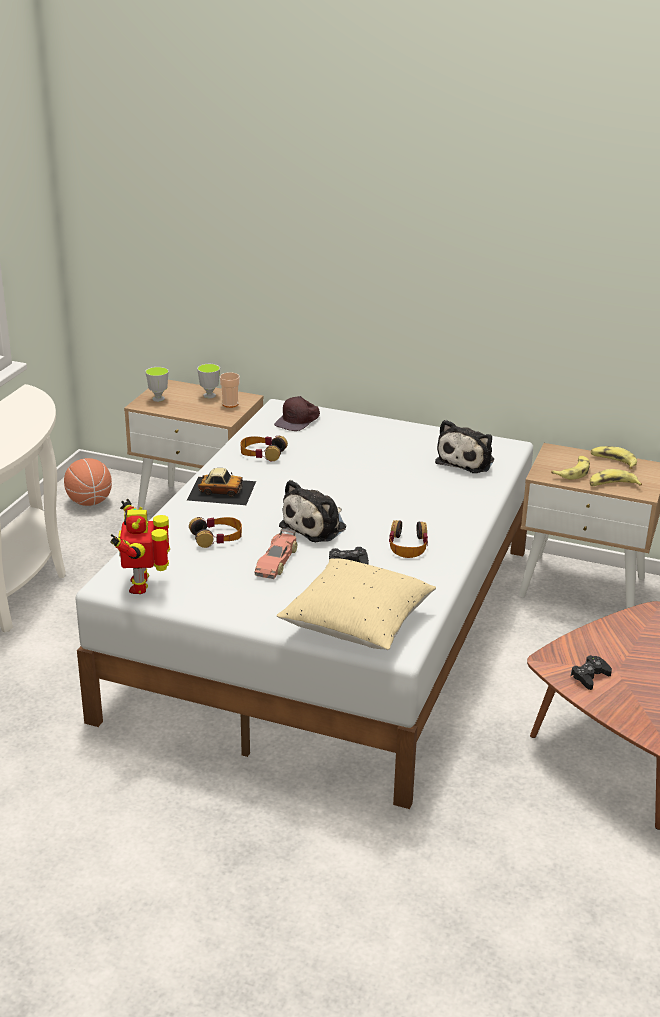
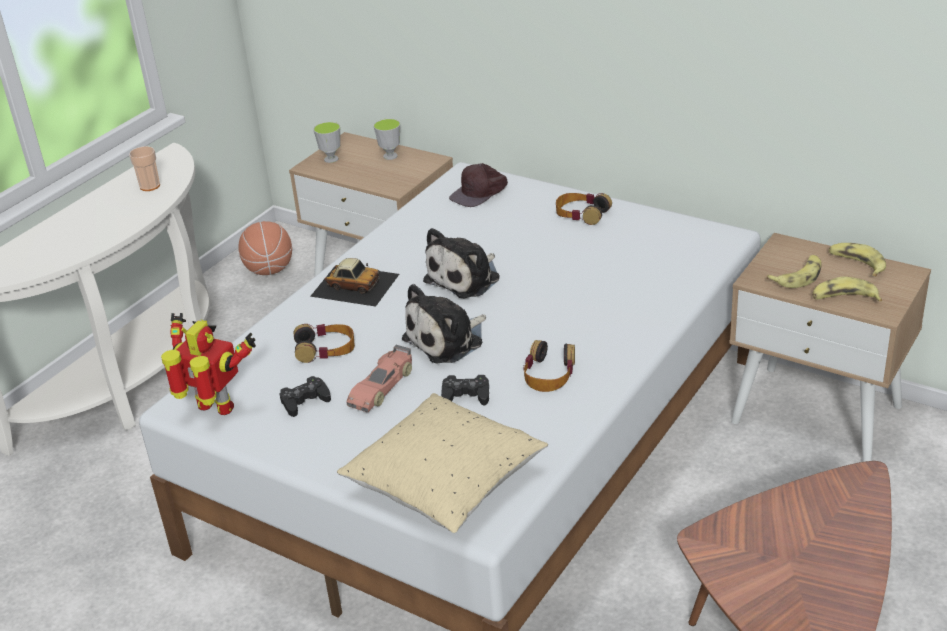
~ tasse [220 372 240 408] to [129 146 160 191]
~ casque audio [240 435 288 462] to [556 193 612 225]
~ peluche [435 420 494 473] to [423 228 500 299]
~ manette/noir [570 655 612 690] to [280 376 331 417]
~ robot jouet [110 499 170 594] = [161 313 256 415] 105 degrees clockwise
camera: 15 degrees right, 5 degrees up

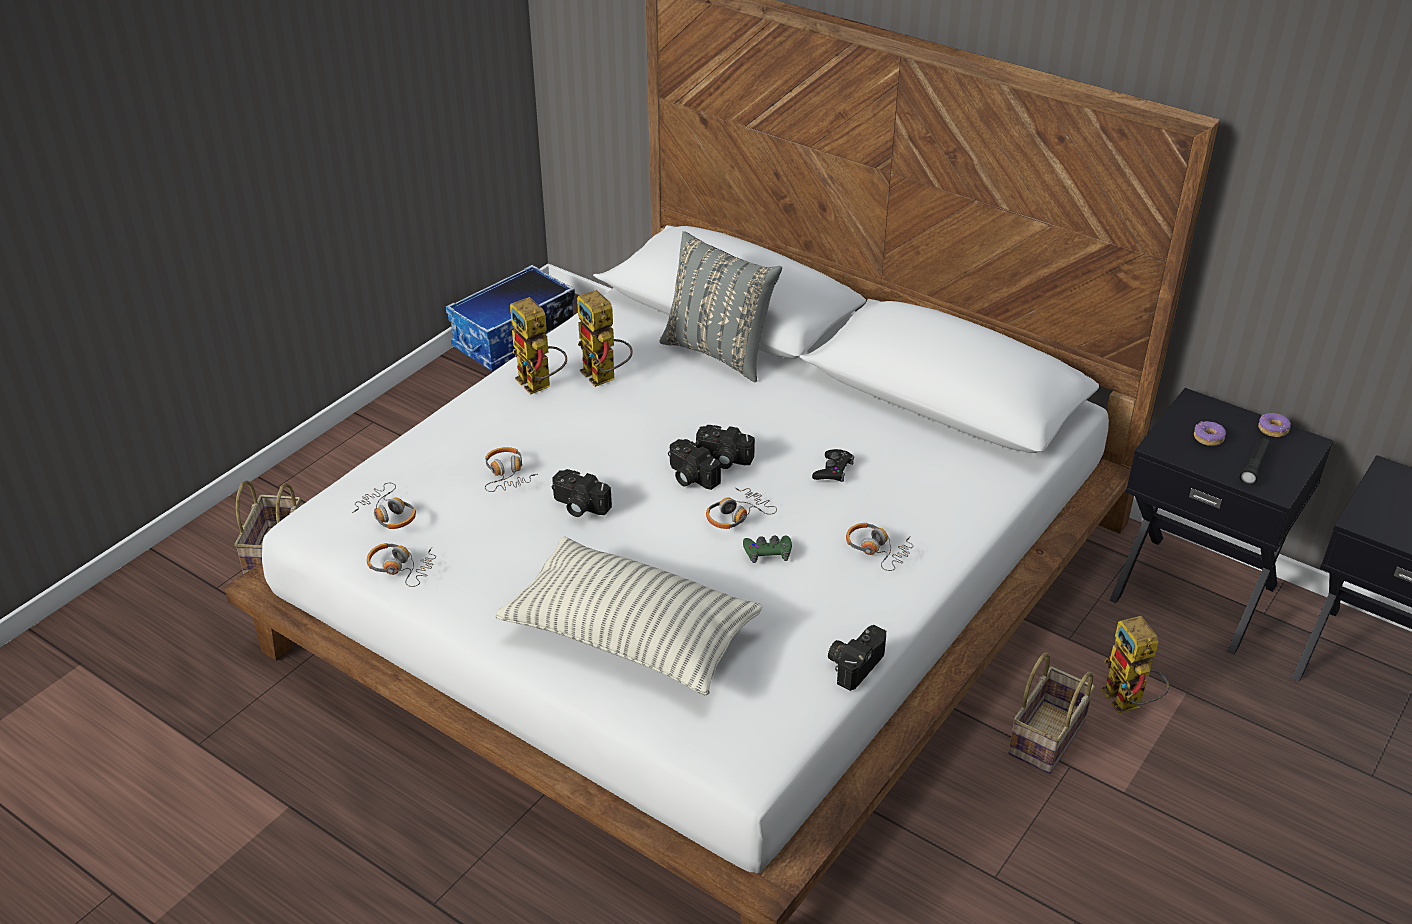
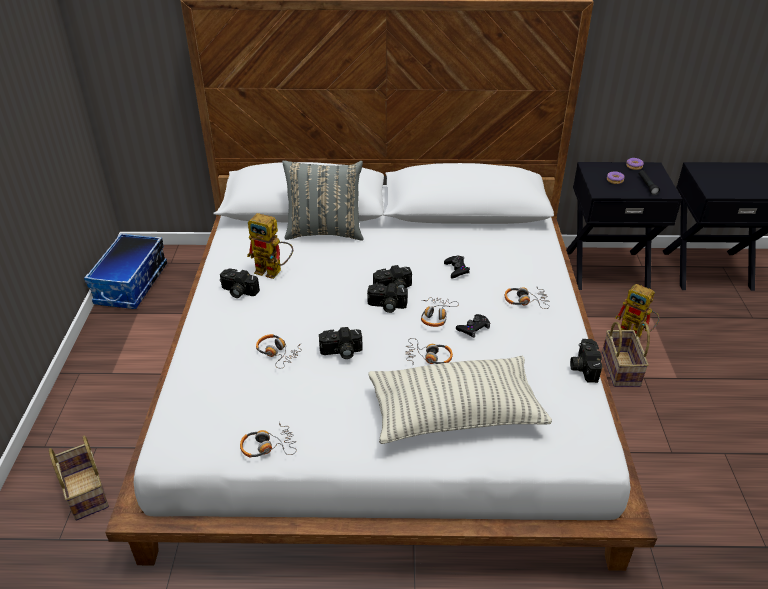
~ casque audio [352 483 416 529] to [406 338 453 364]
~ robot jouet [510 297 567 395] to appareil photo [220 268 260 298]
~ manette/vert [743 536 792 563] to manette/noir [456 314 491 338]
camera: 35 degrees left, 0 degrees up

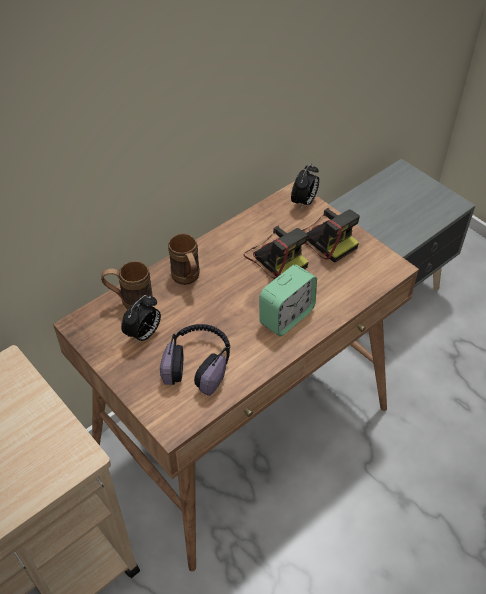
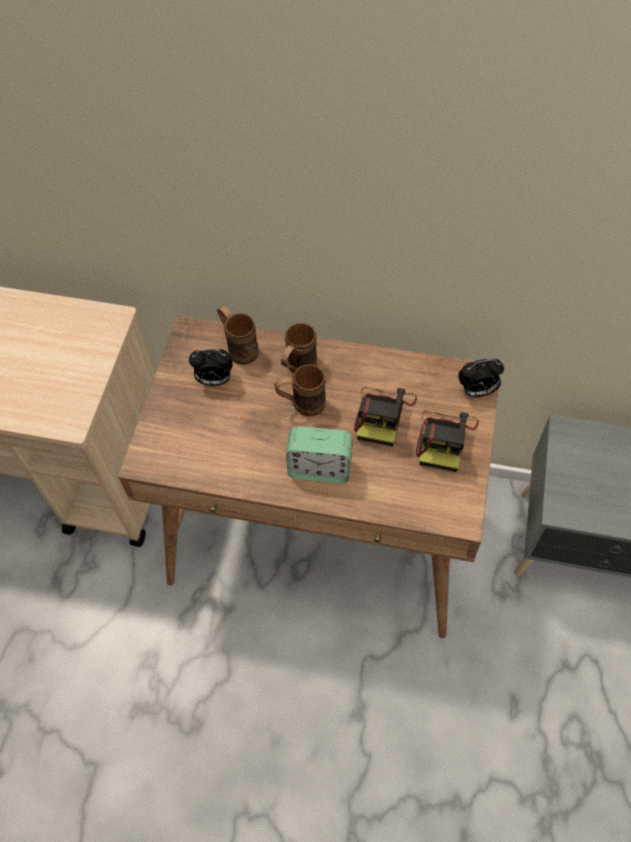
- casque audio [160 324 230 396]
+ mug/marron [275 364 326 416]
camera: 55 degrees right, 10 degrees up

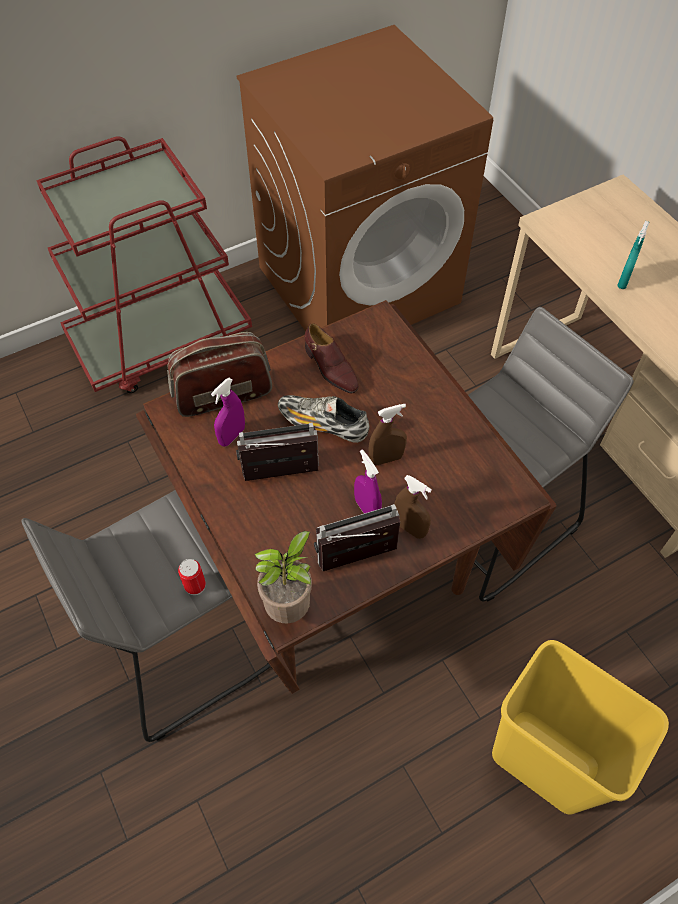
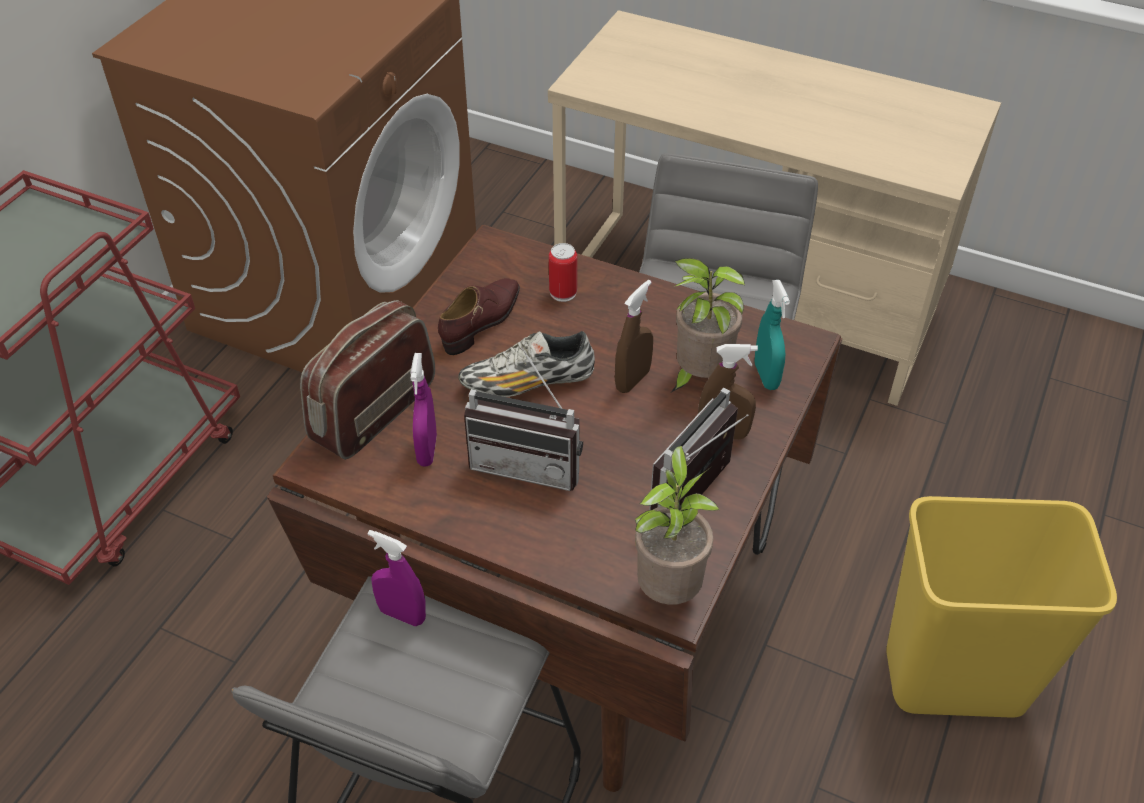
+ plante en pot [671 258 745 392]
~ boîte métallique [178 559 206 595] to [549 243 577 302]
~ vaporisateur/violet [354 450 382 513] to [368 530 426 626]
~ vaporisateur/turquoise [617 221 649 289] to [754 280 790 390]
~ radio [236 423 319 481] = [464 348 583 491] 120 degrees counterclockwise
~ chaussure/marron [305 323 359 393] = [438 278 520 355] 75 degrees counterclockwise
camera: 35 degrees left, 10 degrees down

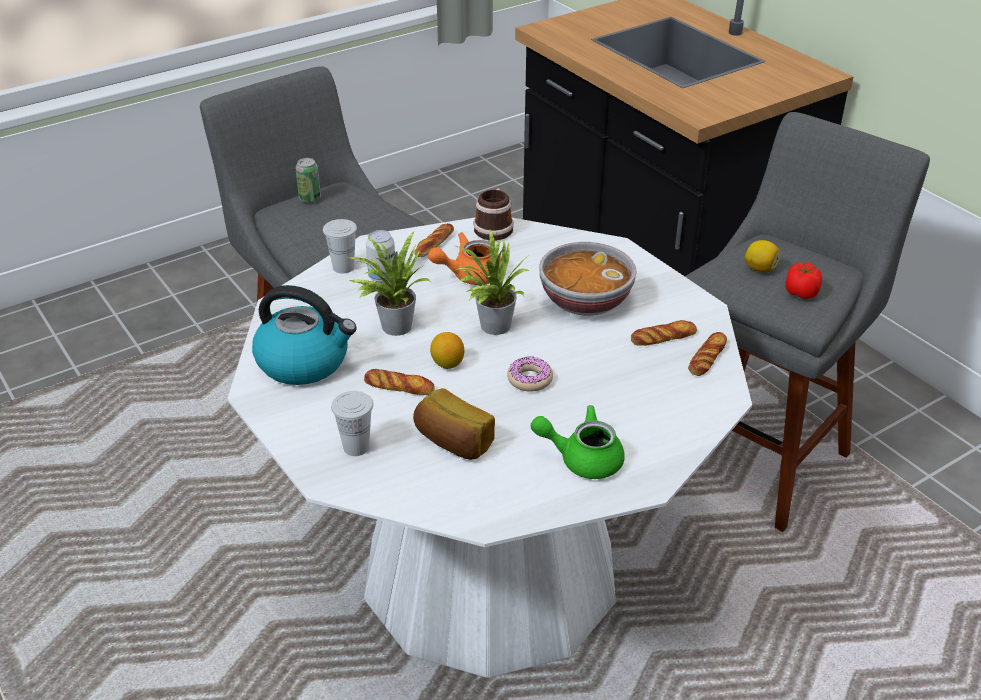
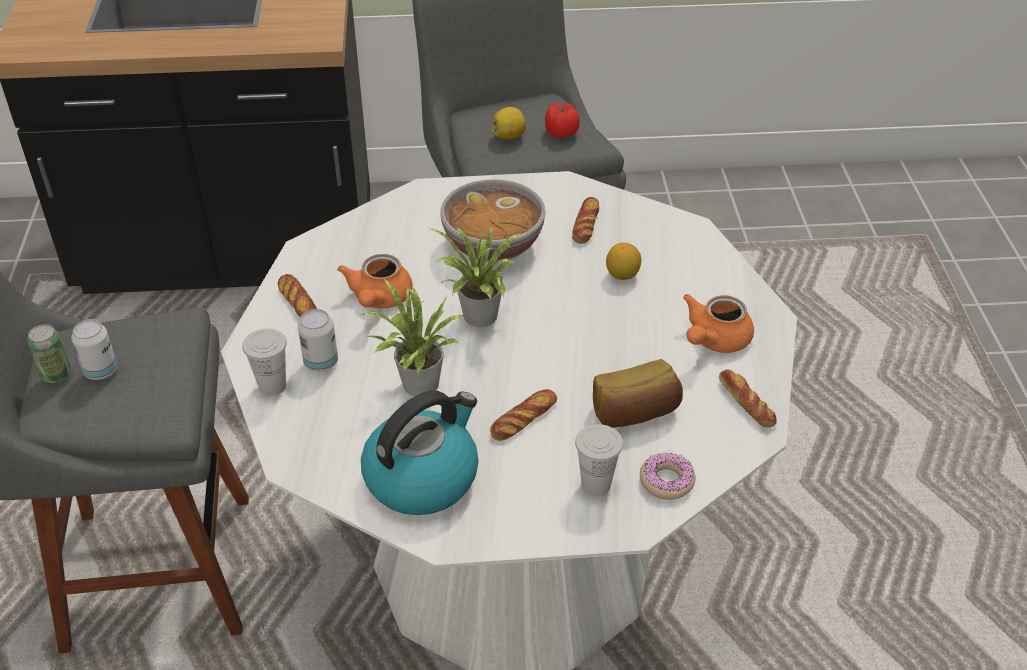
- mug [473 189 514 241]
+ boîte métallique [71 319 117 380]
~ citron [430 332 464 369] to [606 243 641 280]
~ beignet [507 356 553 392] to [640 452 695 500]
~ pain [688 332 727 376] to [719 369 777 428]
~ théière/vert [531 405 625 479] to théière/orange [683 294 754 353]
camera: 60 degrees left, 5 degrees up

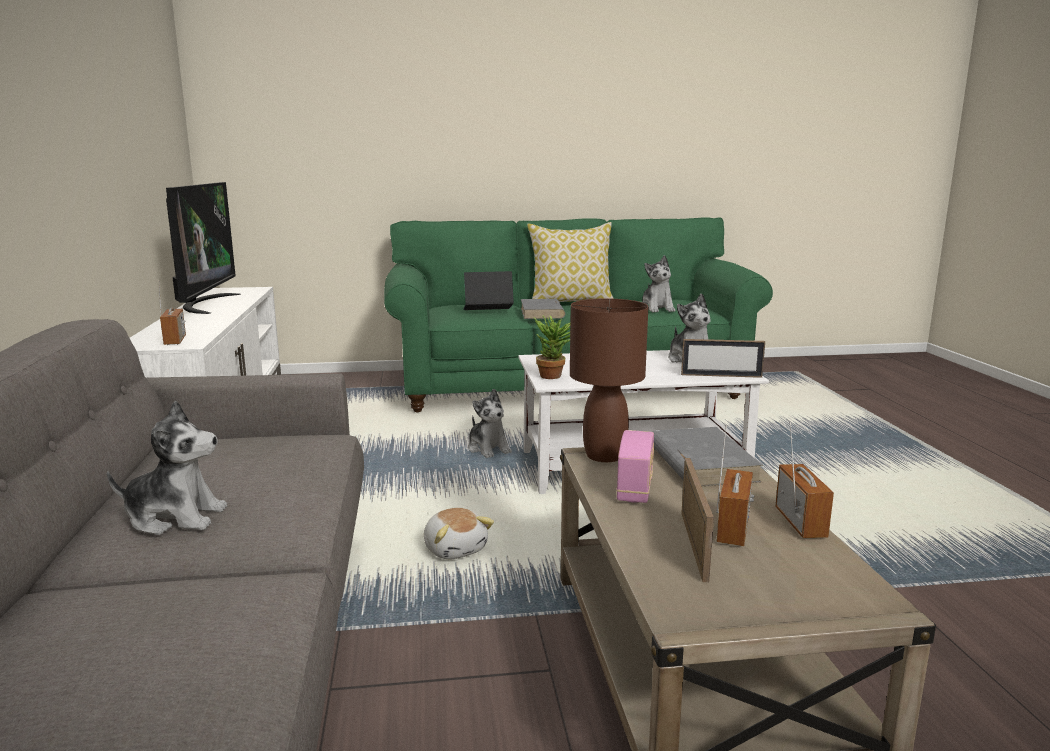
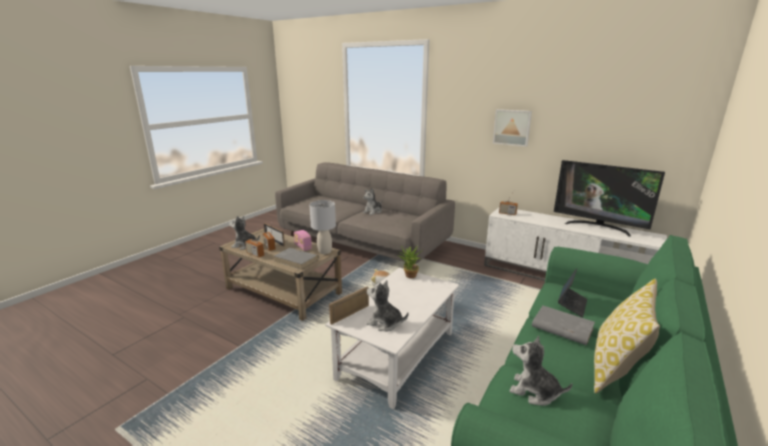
+ tableau [493 109 532 147]
~ peluche [468 389 512 458] to [229 216 260 250]
~ lampe de table/marron [570 298 648 462] to lampe de table/gris [309 200 336 254]
camera: 130 degrees right, 5 degrees up

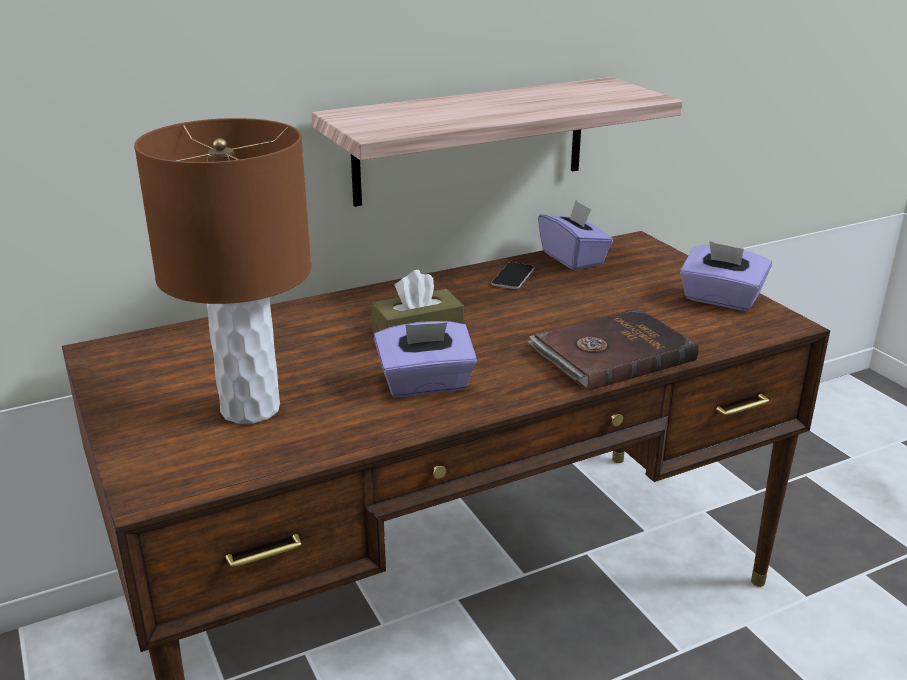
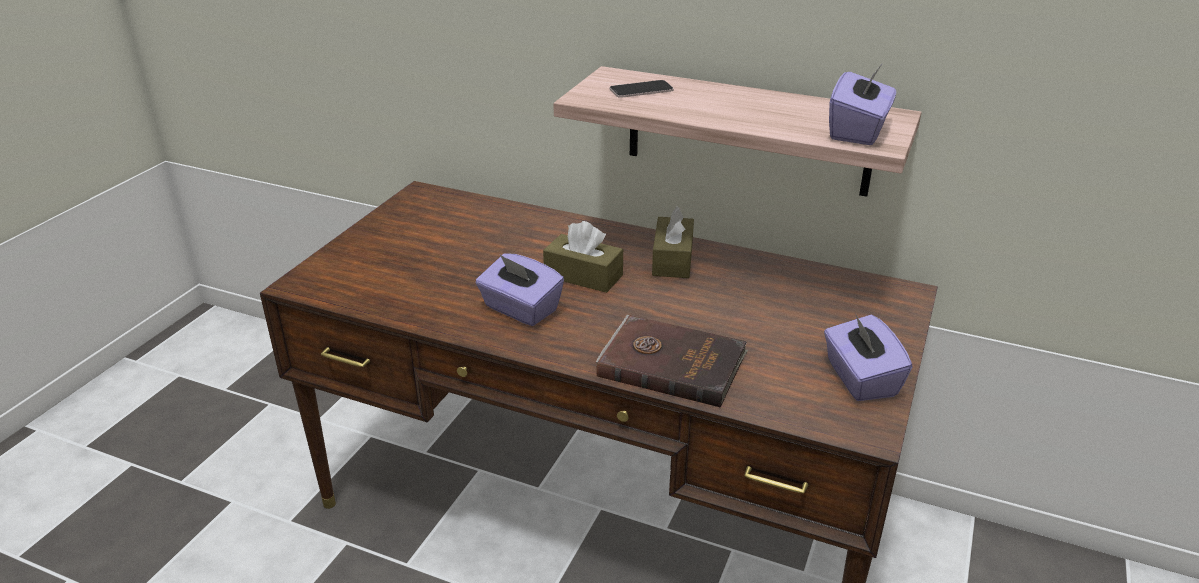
- lampe de table/marron [134 118 311 424]
+ boîte à mouchoirs/marron [652 206 694 278]
~ téléphone [491 262 534 289] to [610 80 674 98]
~ boîte à mouchoirs/violet [538 200 613 270] to [829 63 896 145]
camera: 50 degrees right, 5 degrees up

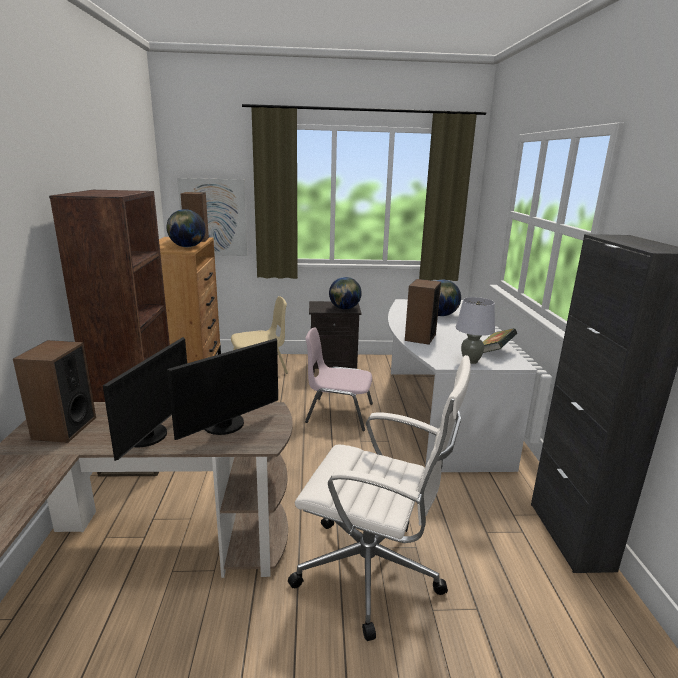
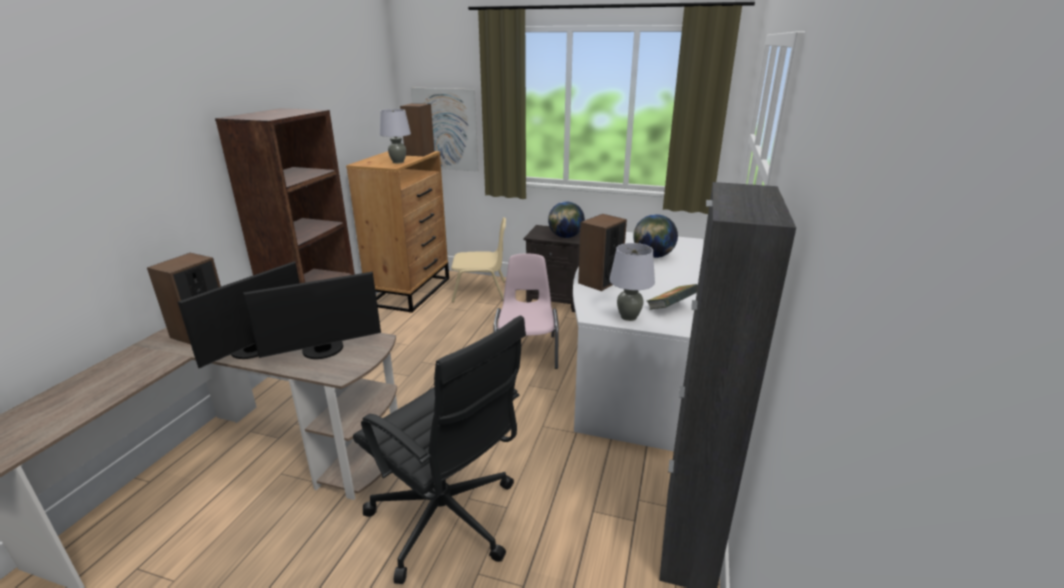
~ globe [167 209 206 247] to lampe de table/gris [380 109 411 163]
~ chaise de bureau/blanc [288 355 471 641] to chaise de bureau/noir [353 316 526 584]
~ chaise/rose [305 327 373 431] = [493 254 559 369] 60 degrees clockwise
camera: 20 degrees right, 5 degrees up

